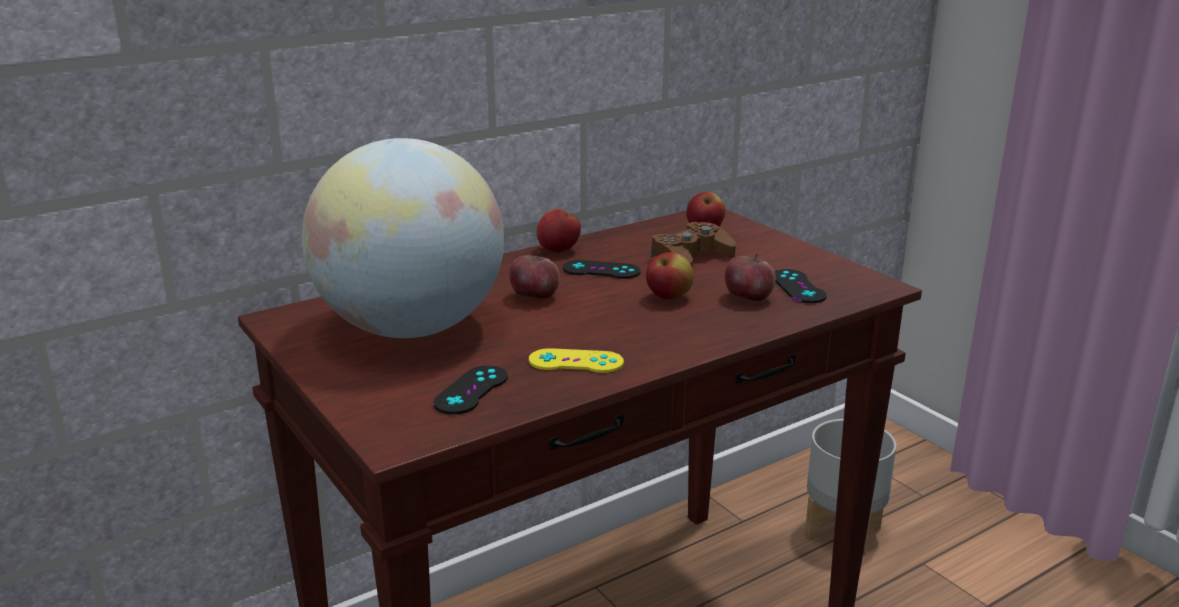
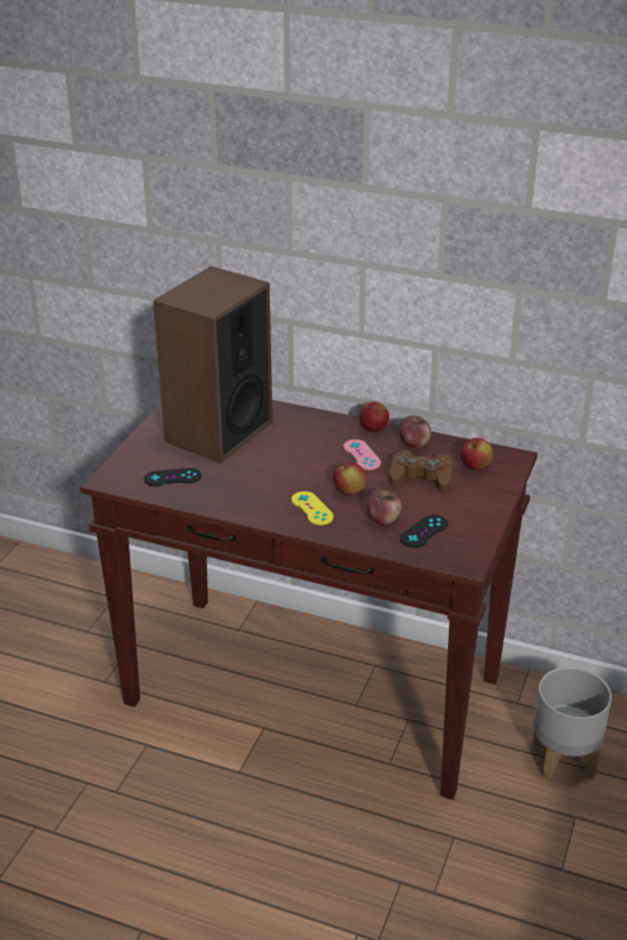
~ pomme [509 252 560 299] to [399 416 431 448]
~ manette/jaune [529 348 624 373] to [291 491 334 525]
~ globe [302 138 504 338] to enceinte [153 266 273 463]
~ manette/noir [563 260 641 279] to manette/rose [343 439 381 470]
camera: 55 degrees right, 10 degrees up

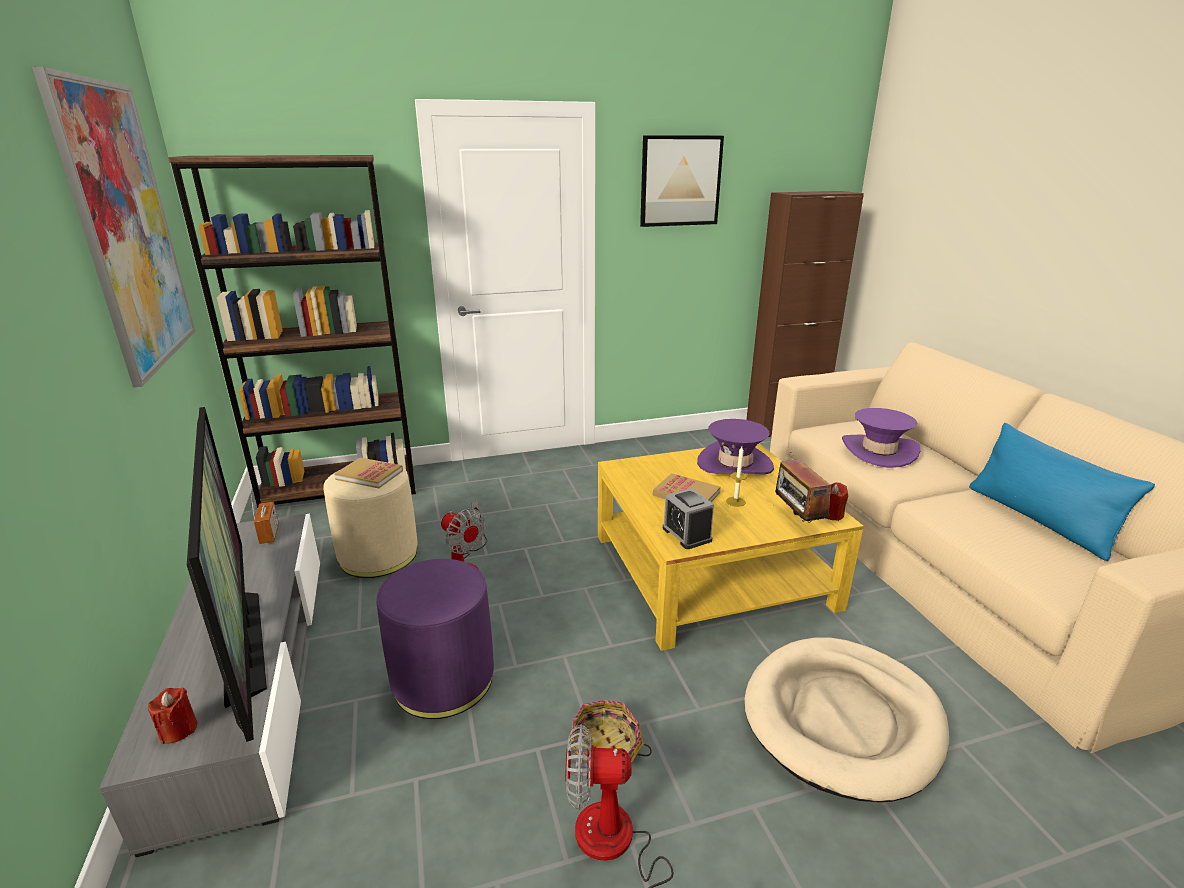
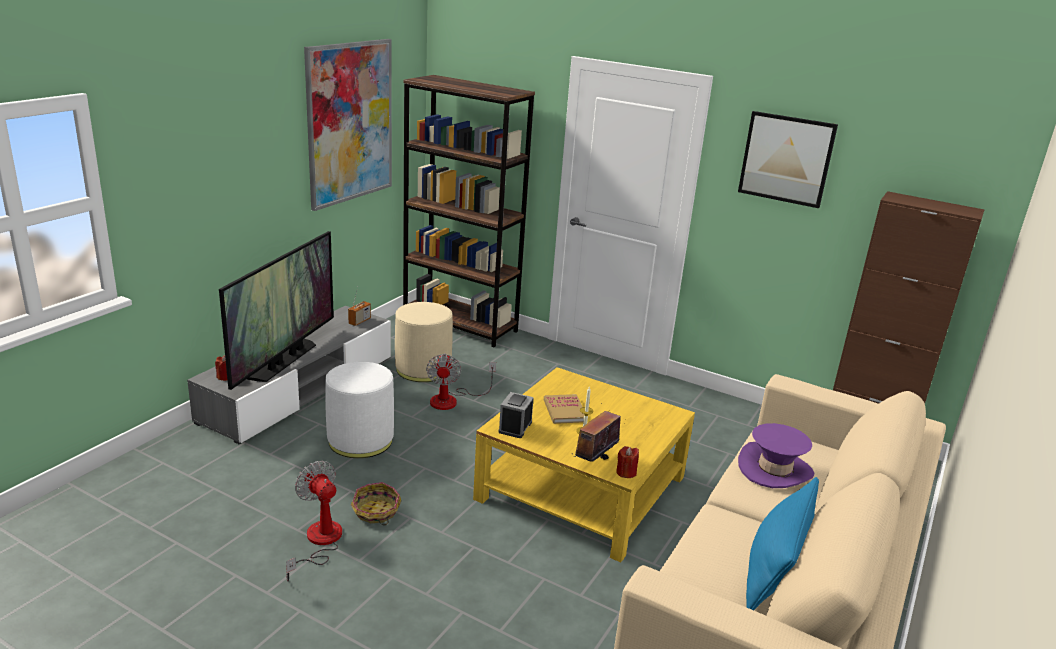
- livre [334 458 403 488]
- chapeau/violet [697 419 774 475]
- panier pour chien/beige [745 637 949 802]
~ pouf/violet [377 559 494 719] to pouf/blanc [325 362 394 458]
camera: 45 degrees right, 0 degrees up

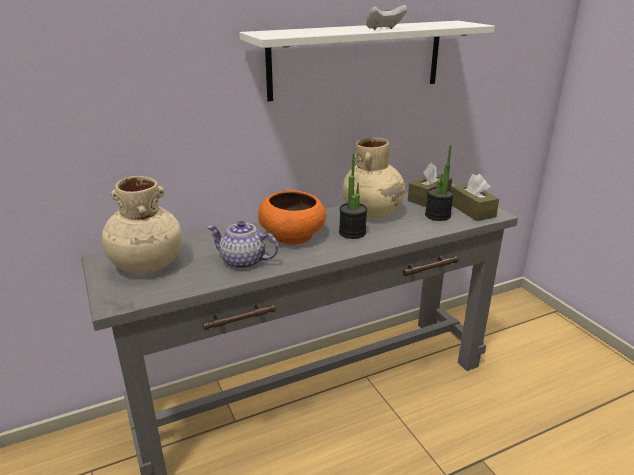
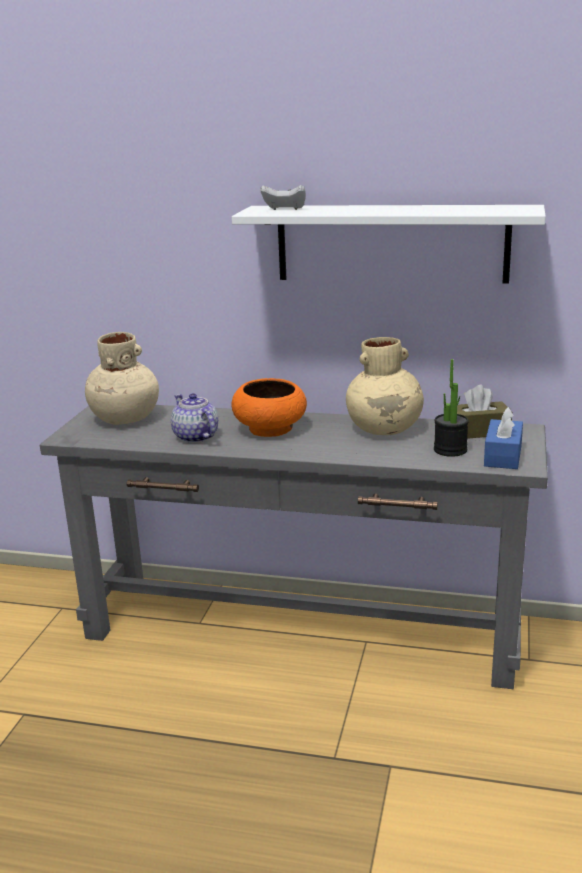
- plante en pot [339 153 367 239]
~ manette/blanc [366 5 407 30] to [260 185 306 210]
~ boîte à mouchoirs/marron [451 174 499 221] to boîte à mouchoirs/bleu [484 407 523 469]
camera: 40 degrees right, 5 degrees down

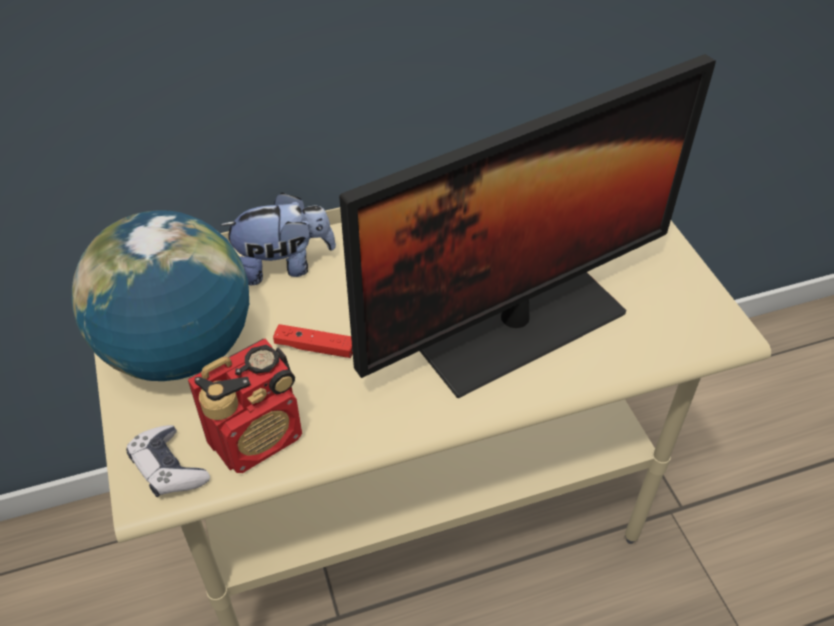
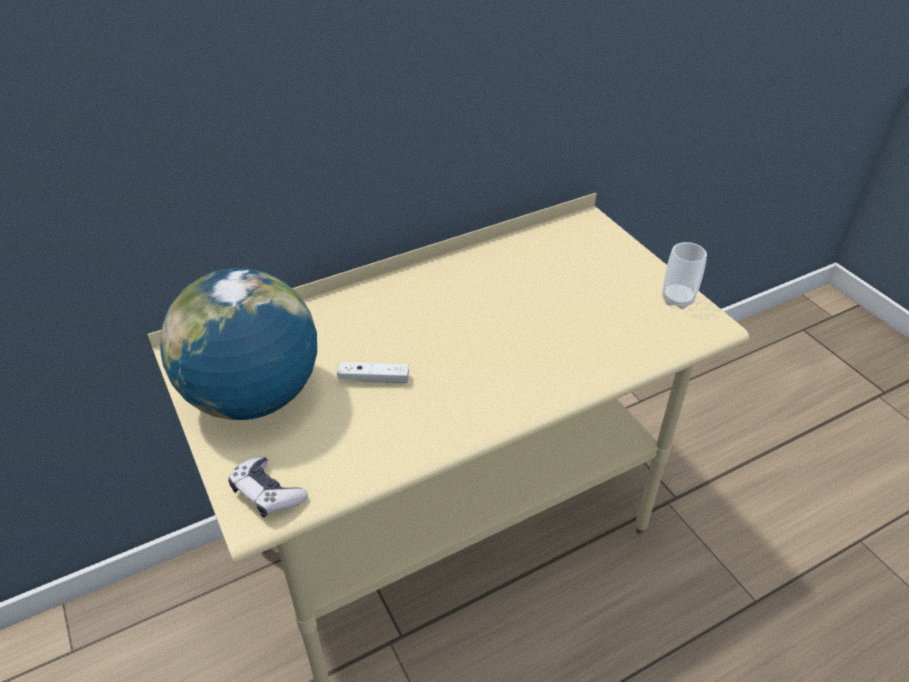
- radio [188 339 302 473]
- peluche [220 192 336 285]
- écran d'ordinateur [339 54 716 398]
+ tasse [662 242 707 309]
~ manette/rouge [273 324 353 358] to manette/blanc [337 362 409 383]
camera: 10 degrees left, 5 degrees down

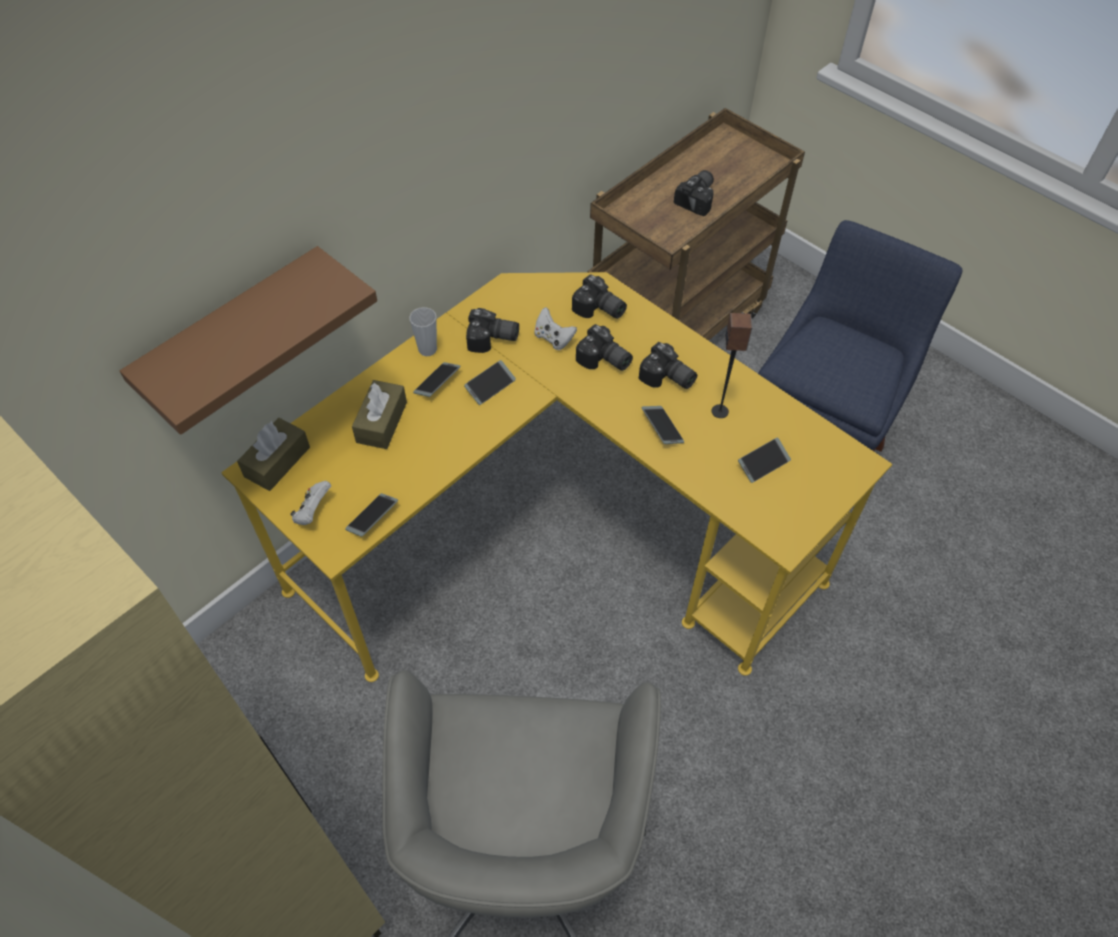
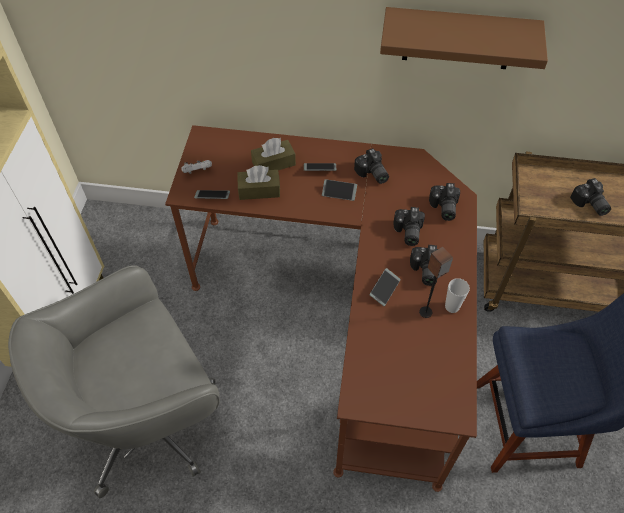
- manette/blanc [534 307 577 350]
- téléphone [738 438 791 483]
~ étagère/marron [120 246 377 435] to [380 7 548 69]
~ boîte à mouchoirs/marron [237 418 310 491] to [237 165 280 200]
~ tasse [409 307 437 356] to [445 278 470 313]
~ bureau/jaune [221 272 892 682] to bureau/marron [165 125 477 492]
~ appareil photo [674 170 714 216] = [570 178 611 216] 75 degrees clockwise
camera: 55 degrees right, 0 degrees up

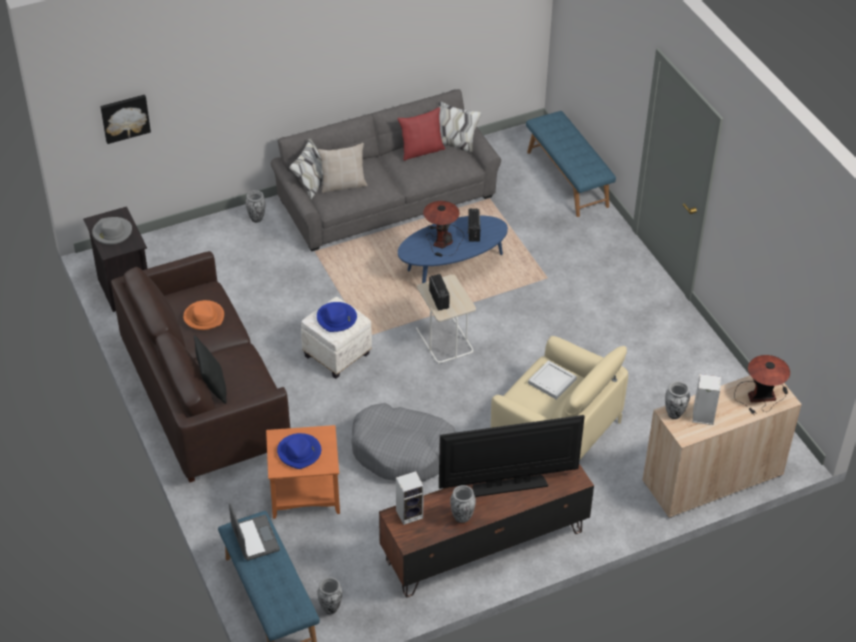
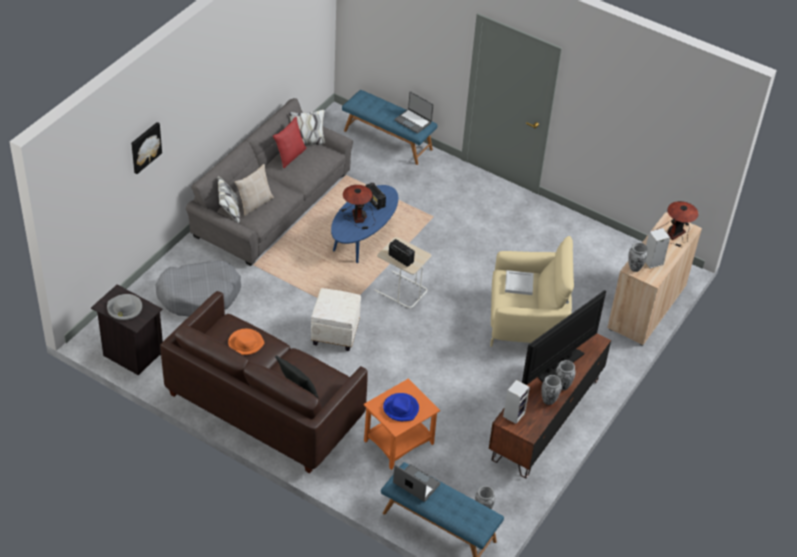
- chapeau/bleu [317 302 357 332]
+ ordinateur portable [394 91 433 134]
~ tableau [100 95 151 144] to [131 122 162 174]
~ vase [246 190 266 223] to [556 360 576 390]
~ panier pour chien/gris [351 403 456 482] to [156 261 241 317]
camera: 35 degrees left, 0 degrees up

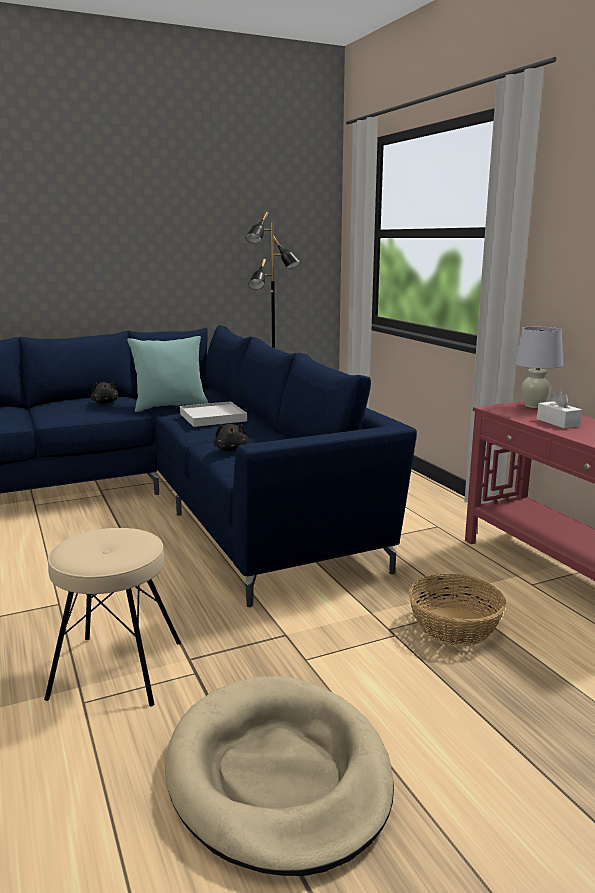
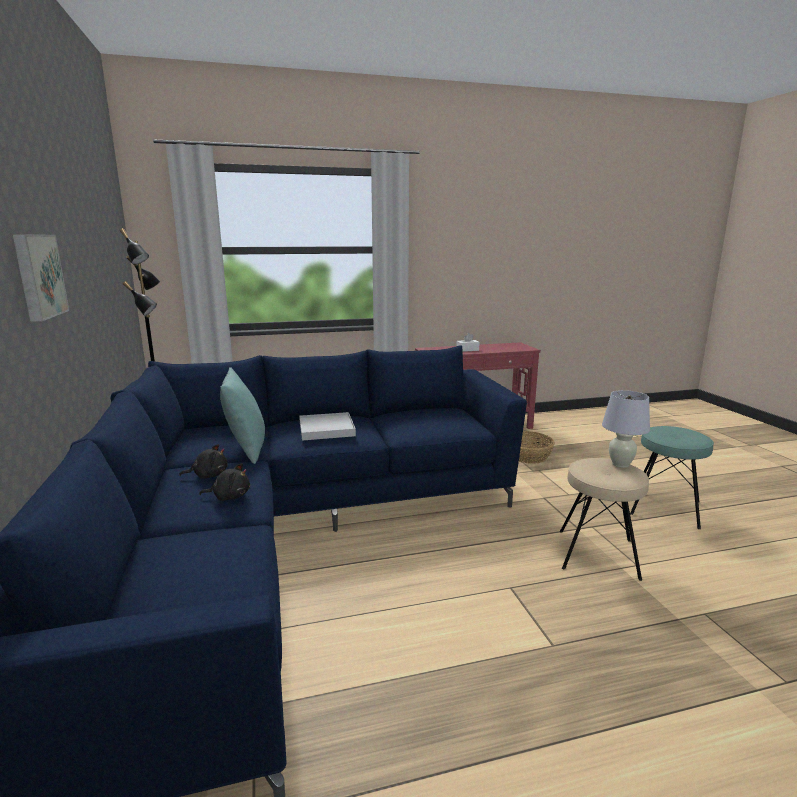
+ tableau [12 234 69 322]
~ peluche/noir [213 424 248 451] to [199 463 250 501]
~ lampe de table/blanc [514 327 563 408] to [602 390 650 468]
~ panier pour chien/beige [165 676 394 876] to tabouret/turquoise [630 426 714 529]
camera: 80 degrees left, 0 degrees up

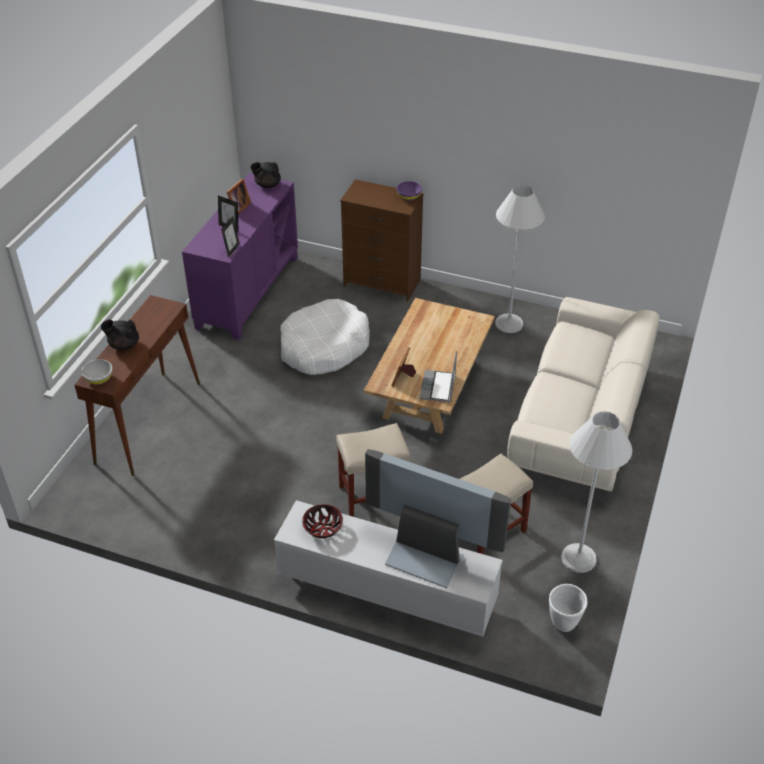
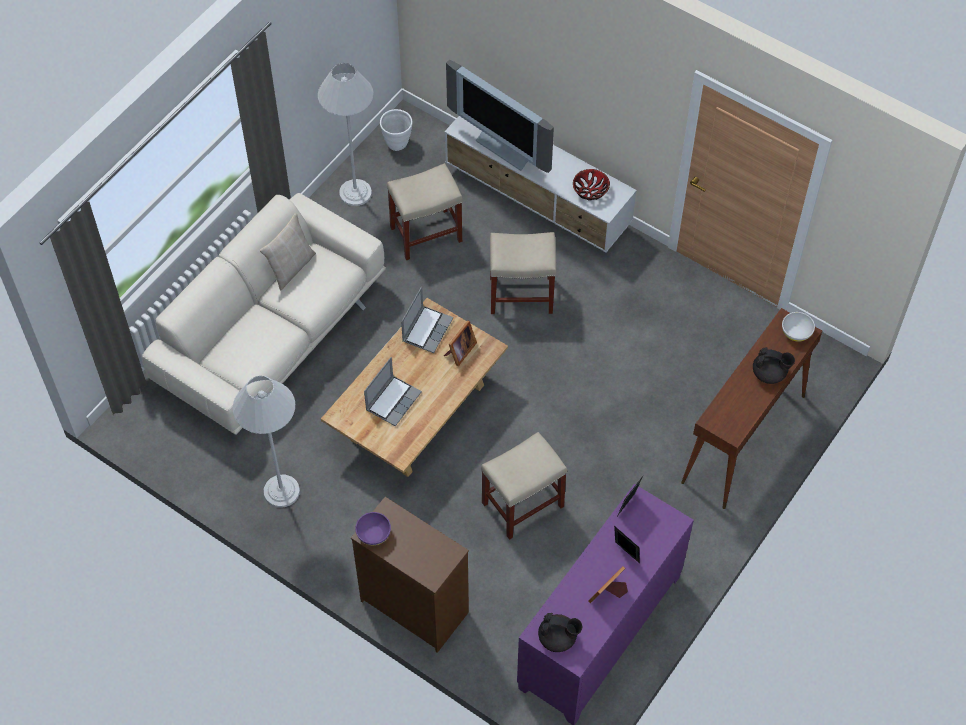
+ coussin/beige [260 213 316 291]
+ ordinateur portable [364 357 422 426]
~ panier pour chien/blanc [280 299 370 375] to tabouret/beige [481 432 567 540]
camera: 165 degrees left, 15 degrees up

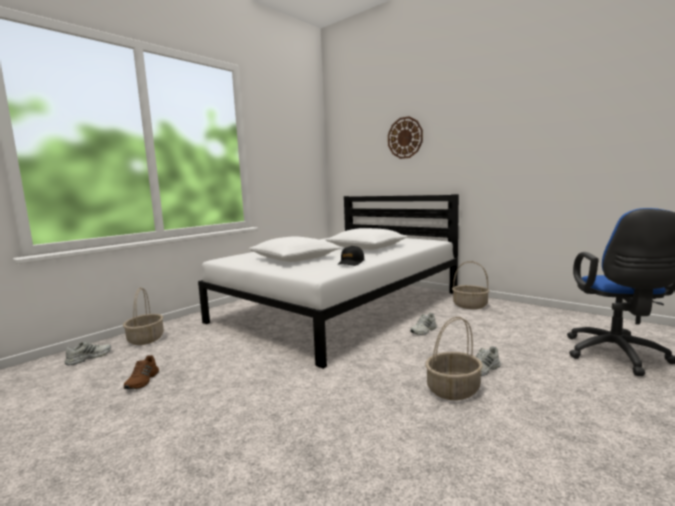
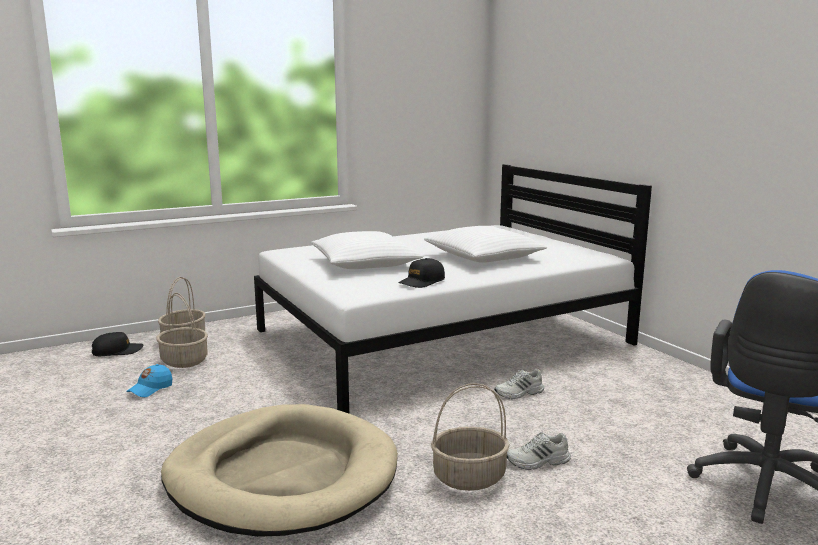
- horloge murale [388 116 423 159]
+ panier pour chien/beige [161 404 398 537]
~ panier [452 261 489 309] to [156 293 208 368]
~ chaussure/blanc [65 342 111 365] to casquette/noir [92 332 143 356]
~ chaussure/marron [124 355 159 389] to casquette/bleu [126 364 172 397]
camera: 20 degrees right, 5 degrees up

